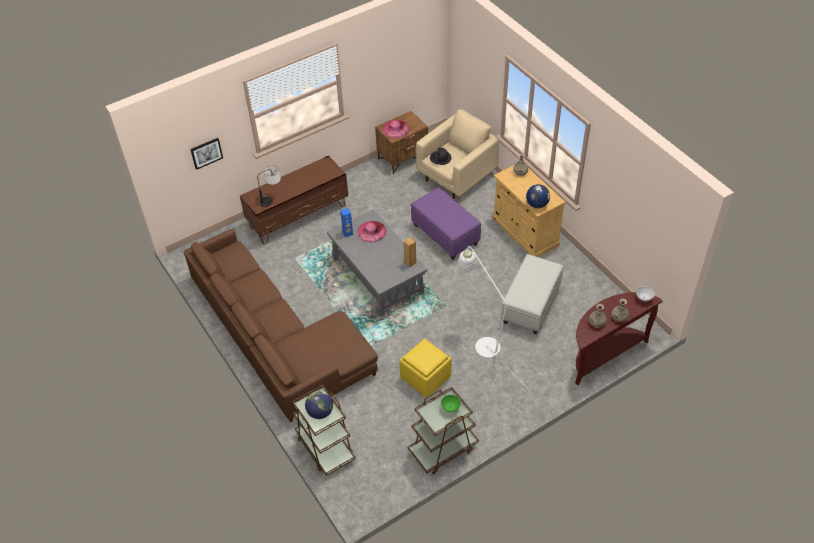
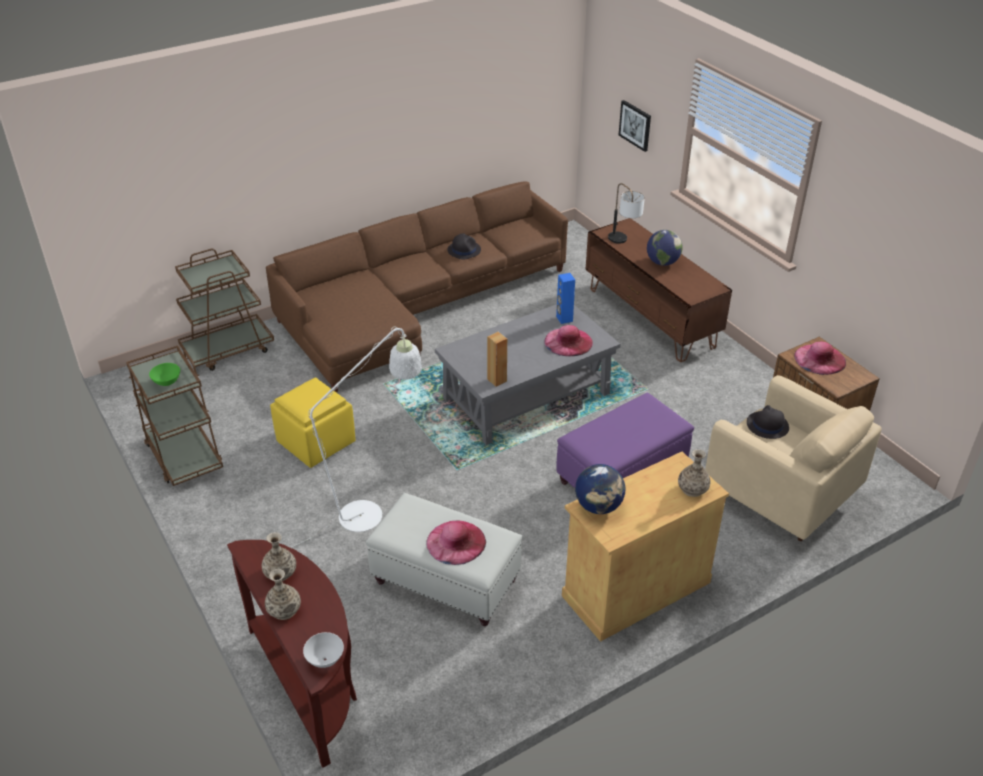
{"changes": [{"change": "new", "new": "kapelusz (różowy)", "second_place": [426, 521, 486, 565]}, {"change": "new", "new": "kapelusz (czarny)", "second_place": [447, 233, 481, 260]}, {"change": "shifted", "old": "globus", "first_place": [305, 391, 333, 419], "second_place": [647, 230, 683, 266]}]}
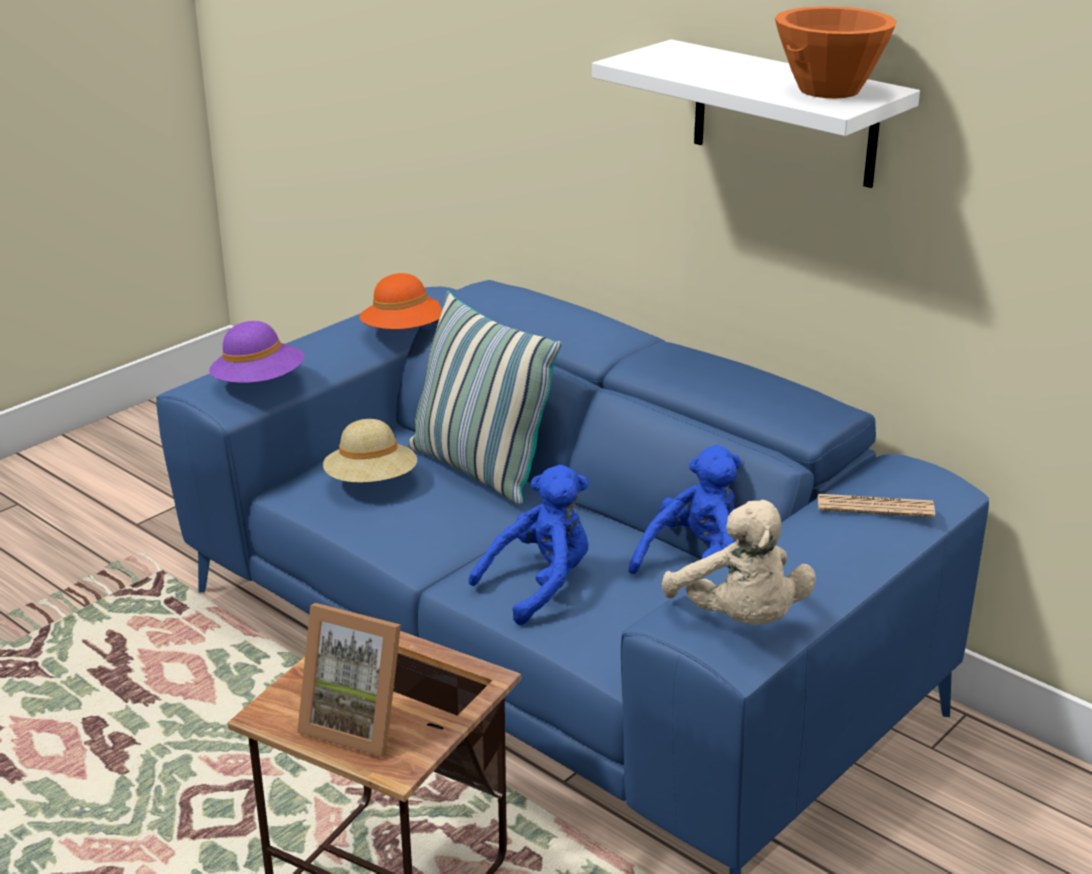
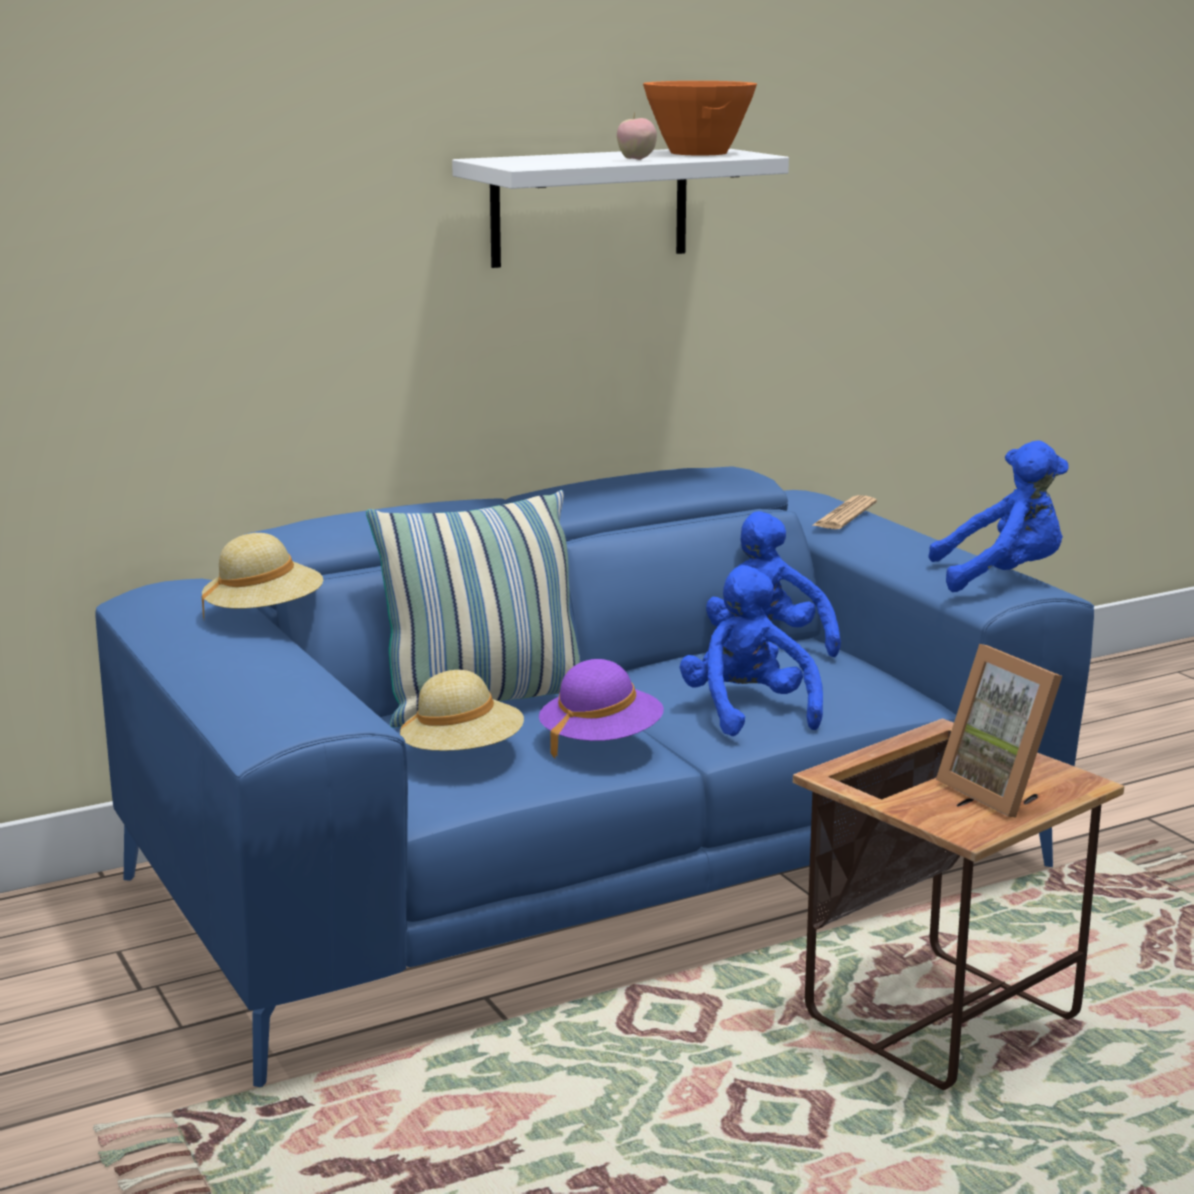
{"changes": [{"change": "new", "new": "jabłko", "second_place": [617, 113, 657, 160]}, {"change": "shifted", "old": "kapelusz (fioletowy)", "first_place": [209, 321, 305, 383], "second_place": [539, 659, 664, 758]}, {"change": "repainted", "old": "kapelusz (pomarańczowy)", "new": "kapelusz (beżowy)", "first_place": [359, 273, 442, 329], "second_place": [202, 533, 323, 620]}, {"change": "repainted", "old": "pluszak (beżowy)", "new": "pluszak (niebieski)", "first_place": [662, 500, 816, 625], "second_place": [928, 441, 1069, 592]}, {"change": "rotated", "old": "ramka na zdjęcie", "first_place": [297, 603, 401, 757], "second_place": [936, 644, 1062, 818], "degrees": 105}]}
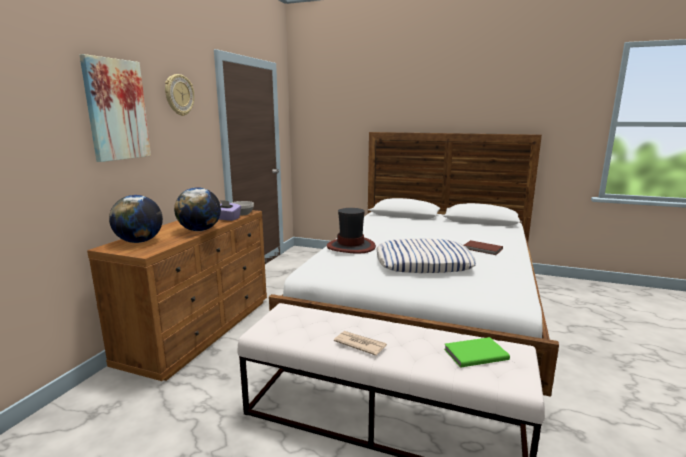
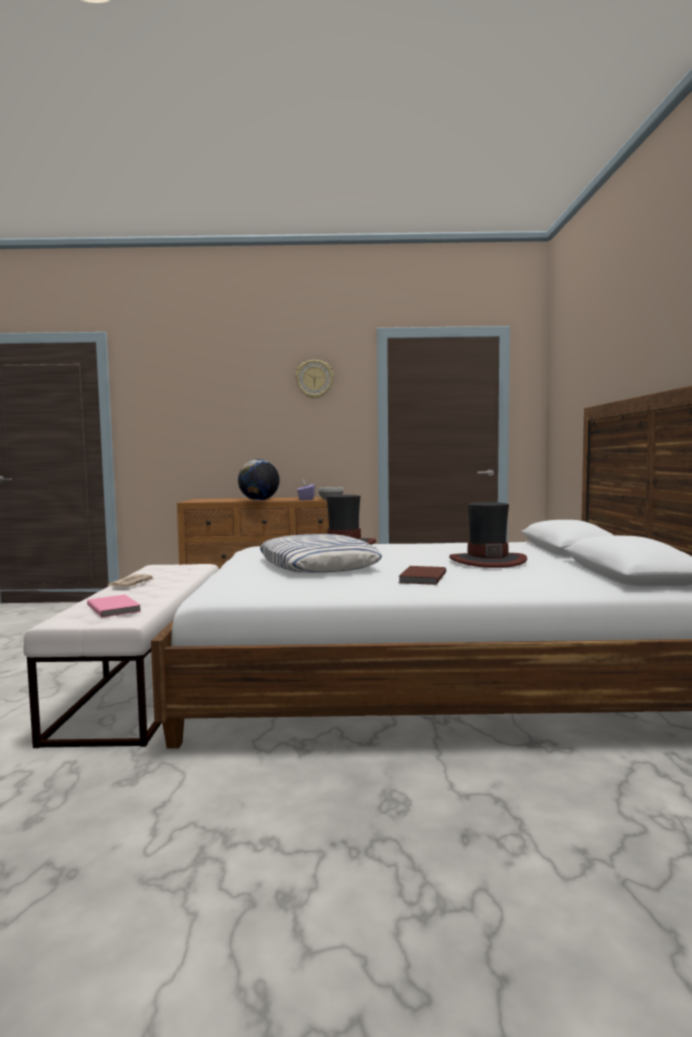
{"changes": [{"change": "gone", "old": "obraz", "first_place": [79, 54, 151, 162]}, {"change": "gone", "old": "globus", "first_place": [109, 195, 163, 243]}, {"change": "new", "new": "kapelusz", "second_place": [449, 502, 527, 568]}, {"change": "repainted", "old": "książka (zielony)", "new": "książka (różowy)", "first_place": [444, 337, 510, 368], "second_place": [87, 595, 141, 618]}]}
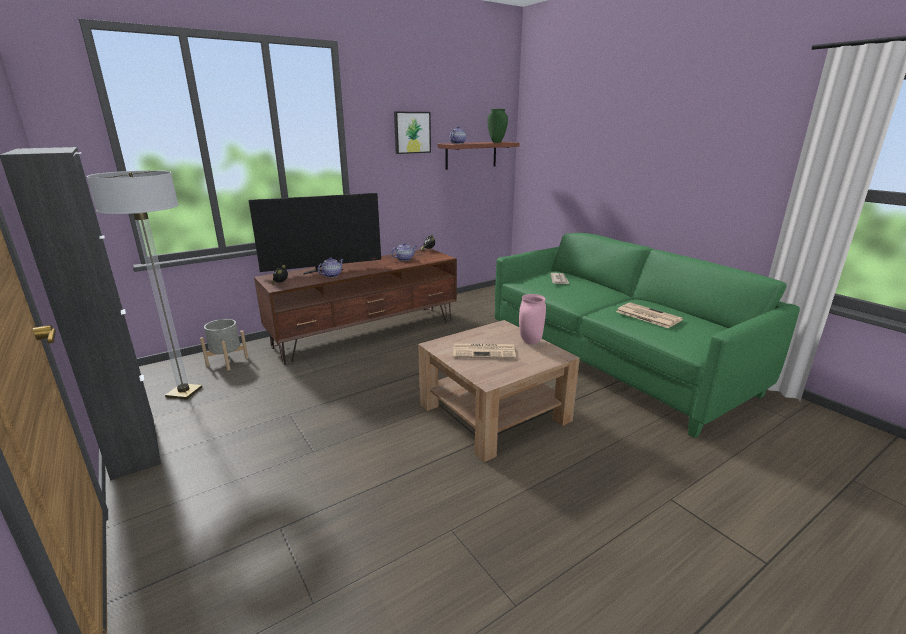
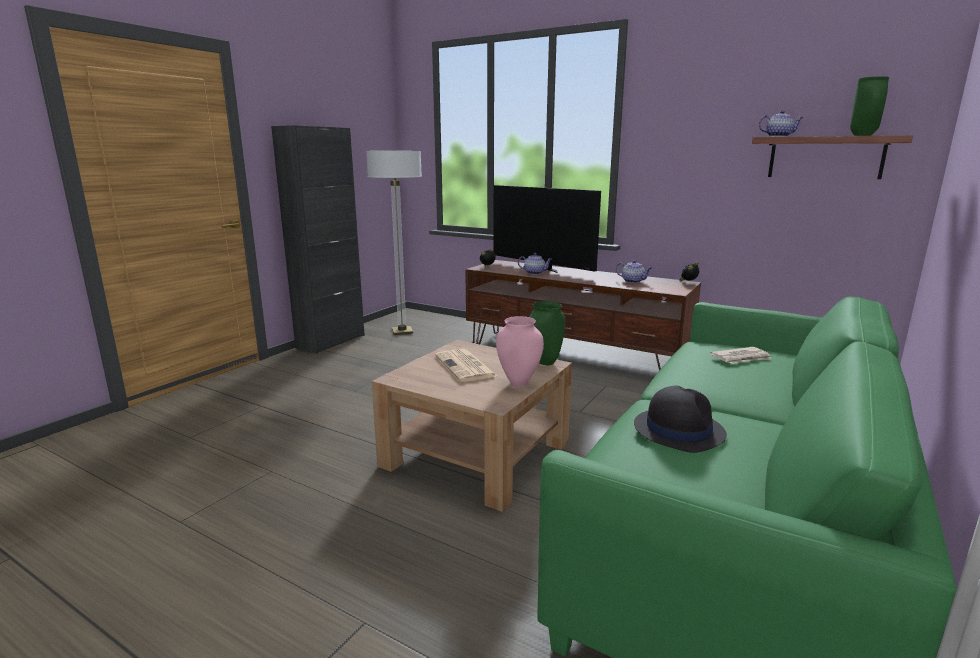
{"changes": [{"change": "gone", "old": "donica (szary)", "first_place": [200, 319, 248, 370]}, {"change": "gone", "old": "obraz", "first_place": [394, 112, 431, 154]}, {"change": "new", "new": "wazon (zielony)", "second_place": [529, 301, 565, 365]}, {"change": "swapped", "old": "gazeta", "new": "kapelusz (czarny)", "first_place": [616, 303, 683, 328], "second_place": [634, 386, 727, 453]}]}
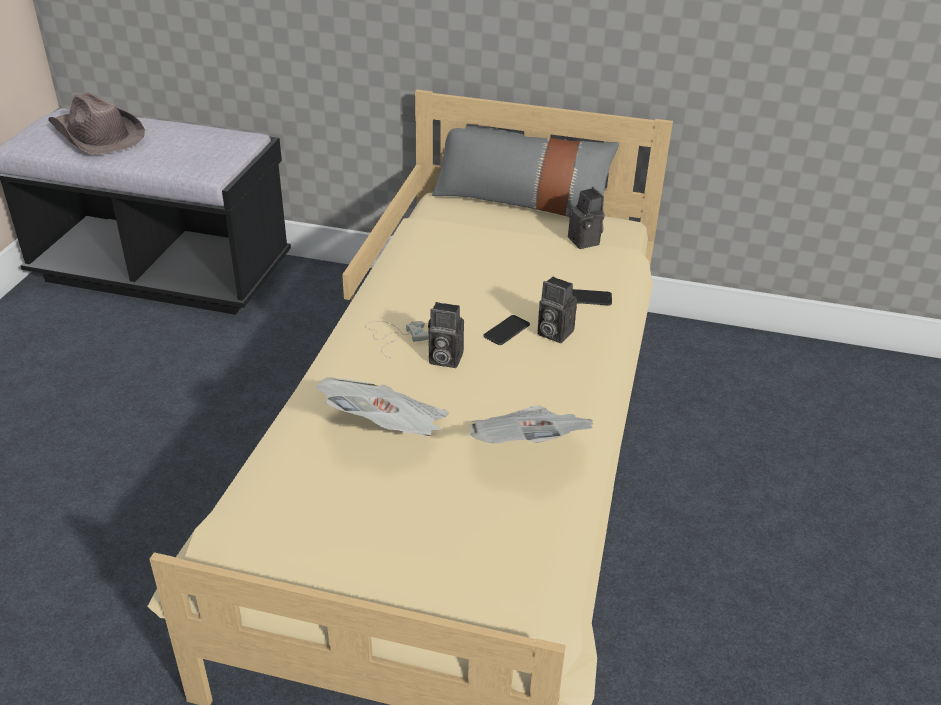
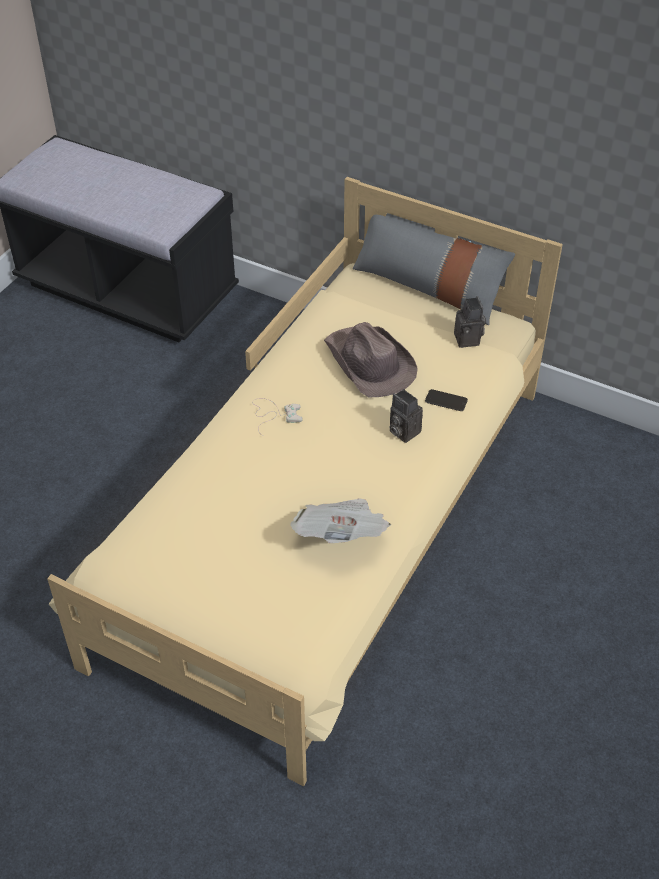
{"changes": [{"change": "gone", "old": "gazeta", "first_place": [317, 377, 449, 436]}, {"change": "gone", "old": "aparat fotograficzny", "first_place": [428, 302, 464, 368]}, {"change": "gone", "old": "telefon", "first_place": [483, 315, 530, 345]}, {"change": "shifted", "old": "kapelusz (brązowy)", "first_place": [48, 92, 145, 155], "second_place": [324, 322, 418, 397]}]}
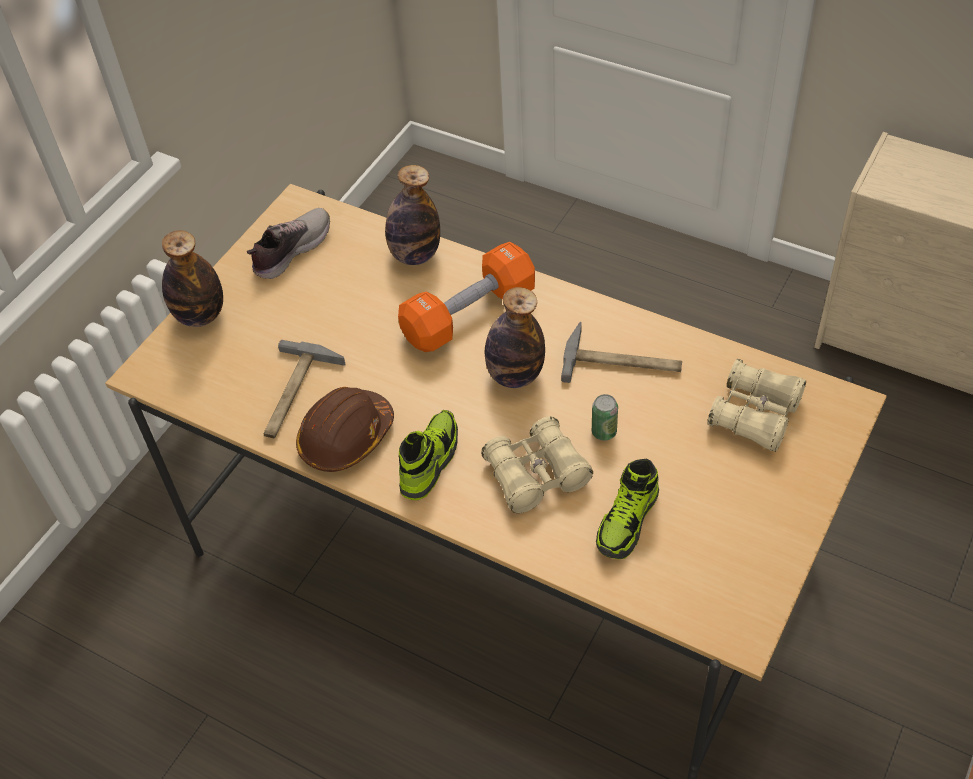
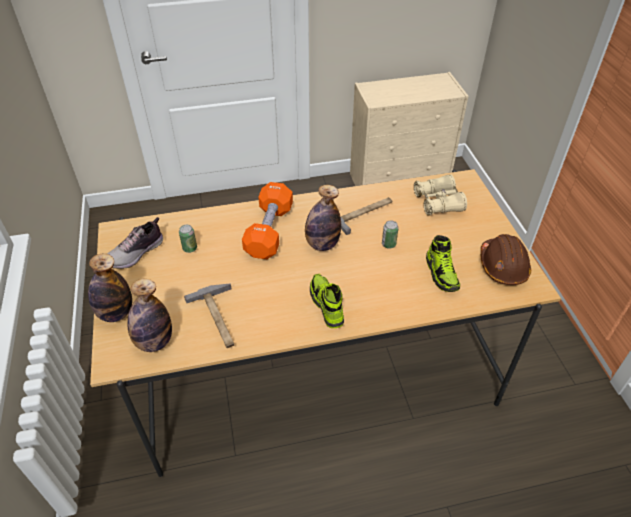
{"changes": [{"change": "gone", "old": "lornetka (beżowy)", "first_place": [481, 416, 593, 513]}, {"change": "new", "new": "puszka", "second_place": [179, 225, 197, 253]}, {"change": "shifted", "old": "kask (brązowy)", "first_place": [296, 387, 394, 472], "second_place": [481, 234, 531, 285]}, {"change": "shifted", "old": "butelka", "first_place": [385, 165, 440, 265], "second_place": [127, 279, 172, 352]}, {"change": "rotated", "old": "but", "first_place": [246, 208, 330, 279], "second_place": [107, 217, 163, 269], "degrees": -135}]}
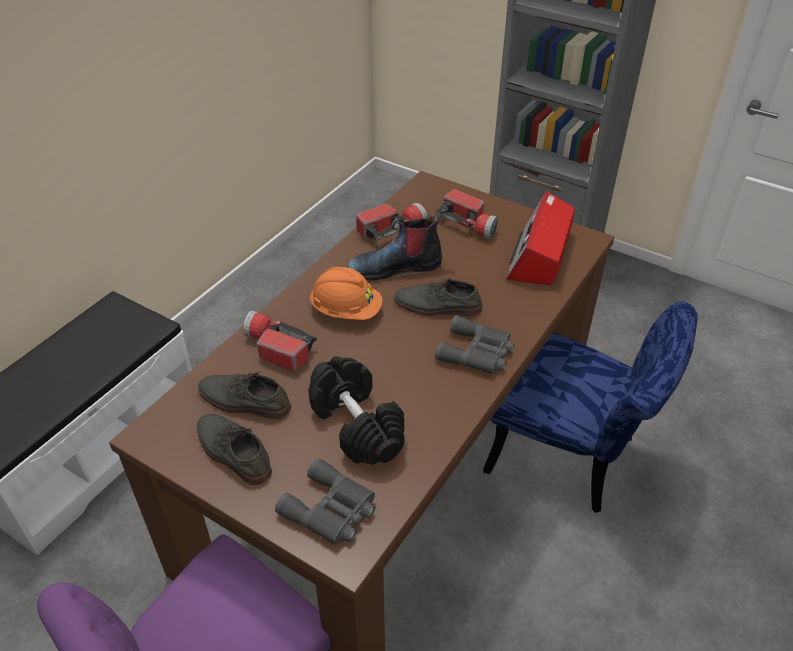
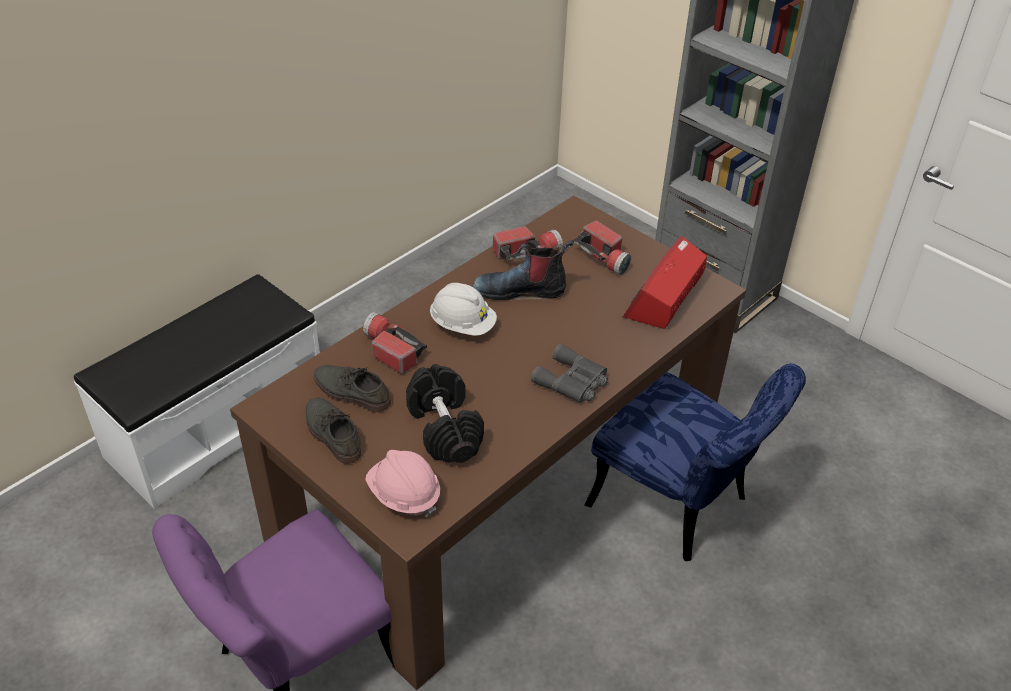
{"changes": [{"change": "gone", "old": "but (szary)", "first_place": [394, 277, 483, 316]}, {"change": "swapped", "old": "lornetka (szary)", "new": "kask (różowy)", "first_place": [275, 458, 376, 545], "second_place": [366, 450, 440, 517]}, {"change": "repainted", "old": "kask (pomarańczowy)", "new": "kask (biały)", "first_place": [310, 267, 383, 320], "second_place": [430, 283, 497, 336]}]}
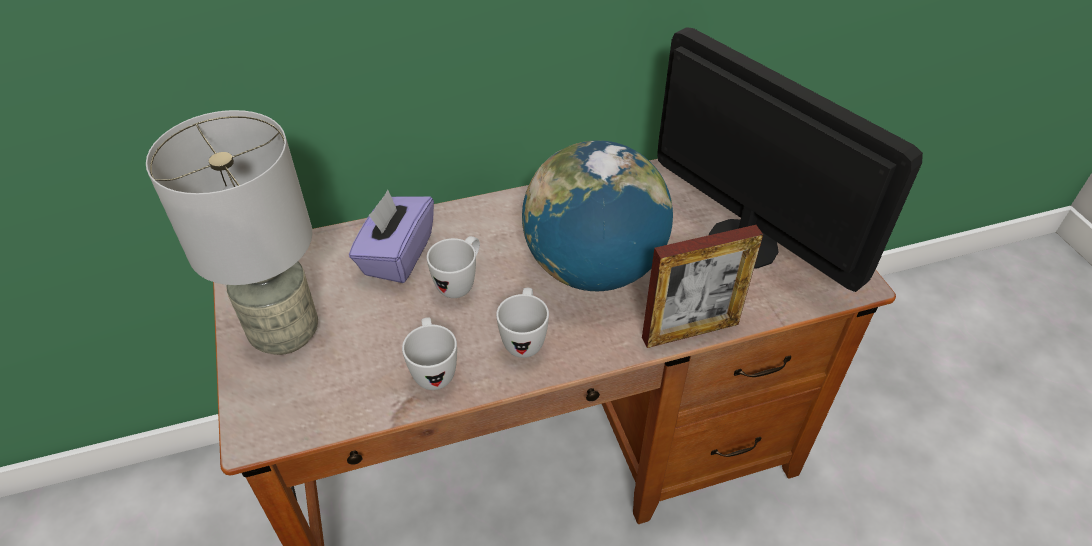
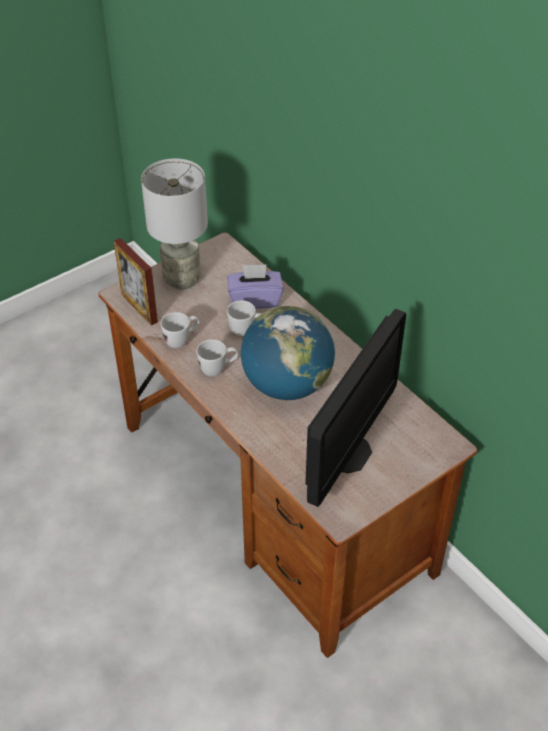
{"changes": [{"change": "shifted", "old": "ramka na zdjęcie", "first_place": [642, 225, 763, 348], "second_place": [114, 238, 158, 325]}]}
